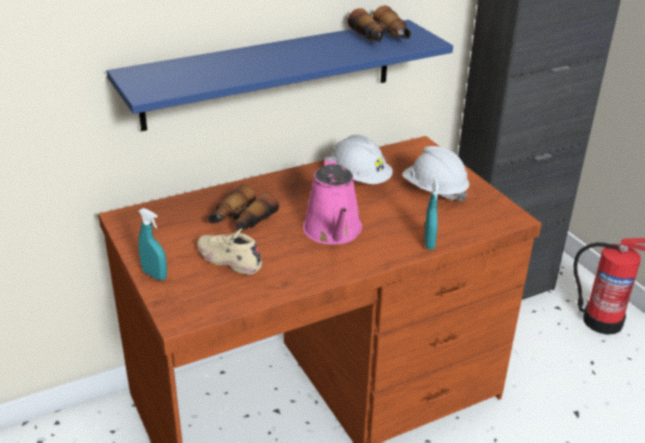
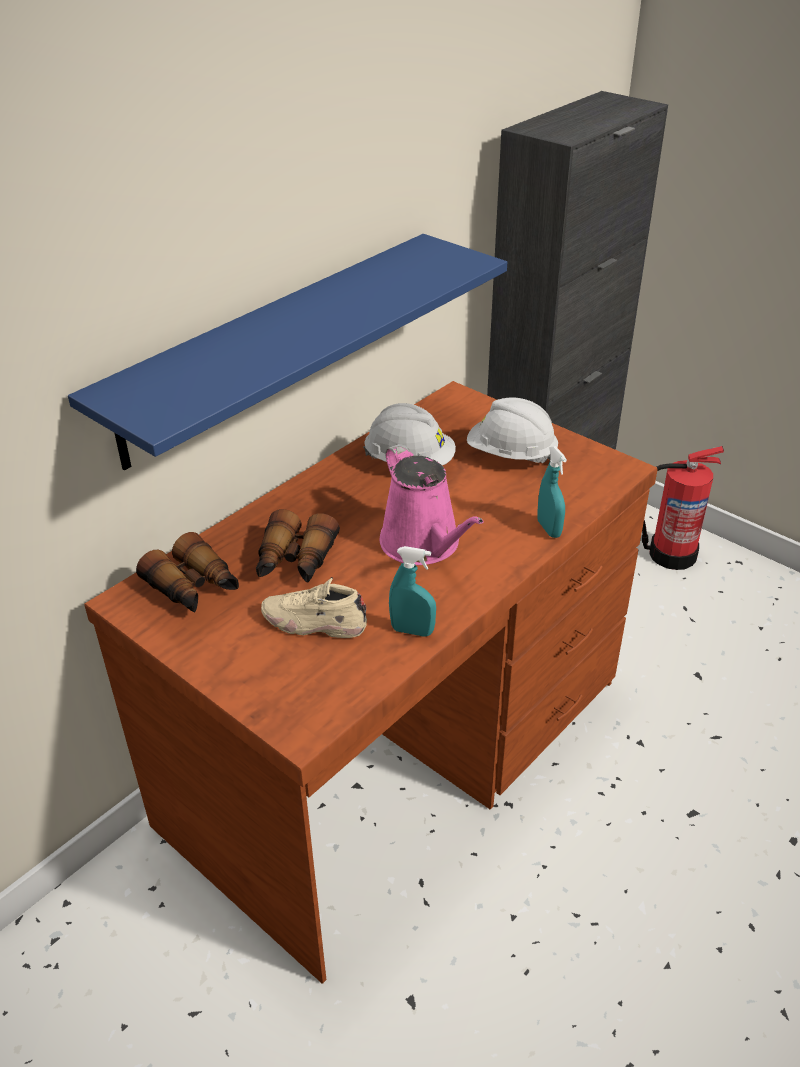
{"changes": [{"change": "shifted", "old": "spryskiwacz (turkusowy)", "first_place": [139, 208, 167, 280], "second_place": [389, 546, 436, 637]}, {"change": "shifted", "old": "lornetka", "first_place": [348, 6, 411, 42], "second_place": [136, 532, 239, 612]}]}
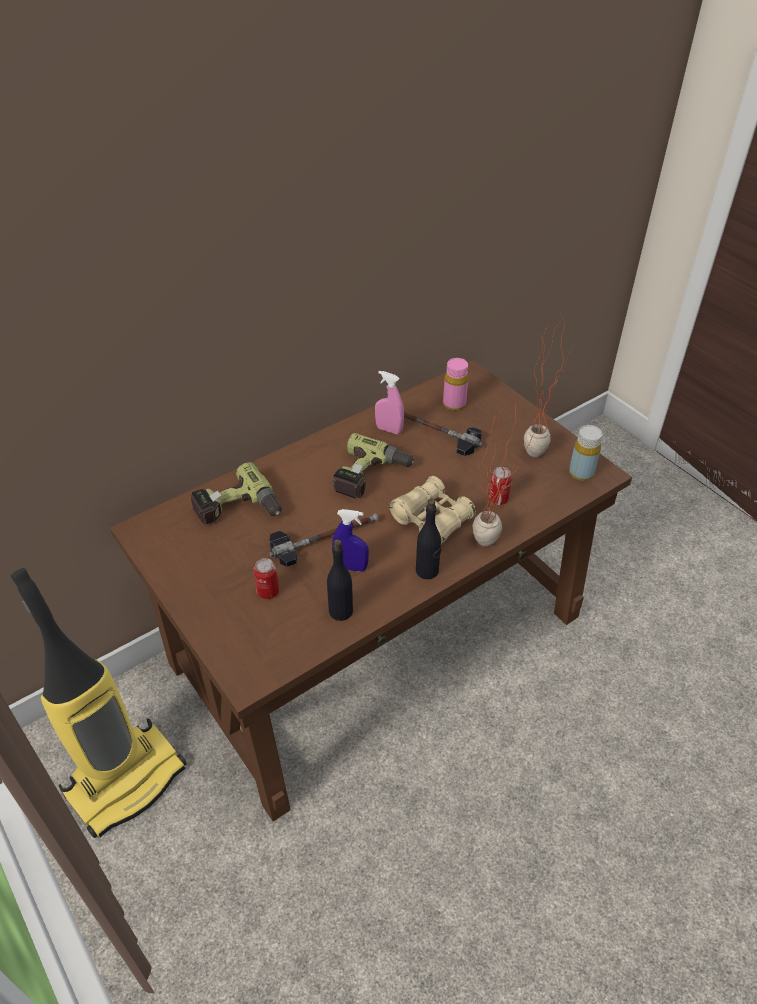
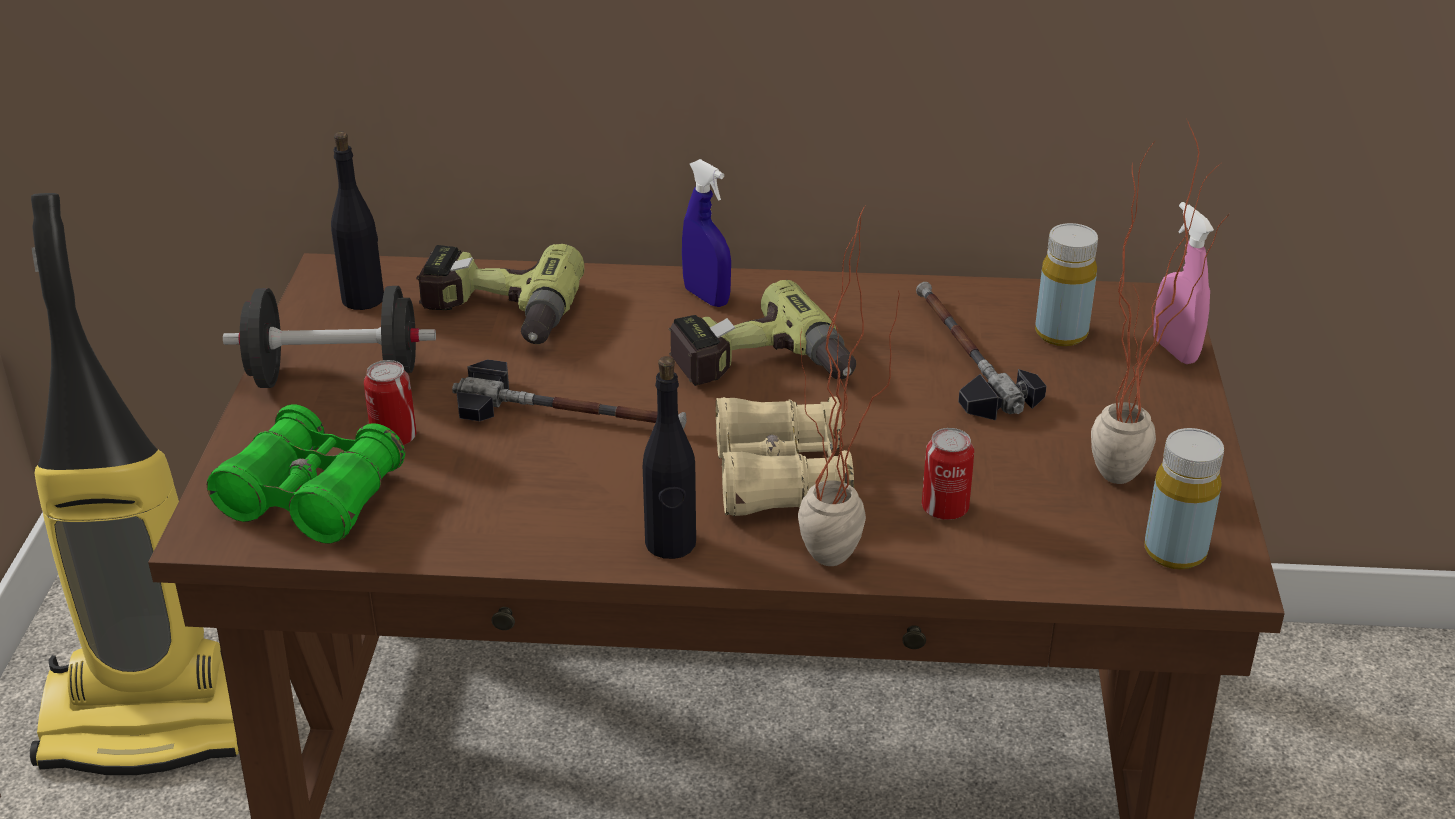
{"changes": [{"change": "new", "new": "lornetka (zielony)", "second_place": [207, 404, 405, 544]}, {"change": "new", "new": "hantel (czarny)", "second_place": [223, 286, 436, 388]}, {"change": "shifted", "old": "butelka (czarny)", "first_place": [327, 539, 353, 621], "second_place": [331, 132, 384, 310]}, {"change": "shifted", "old": "spryskiwacz (niebieski)", "first_place": [332, 509, 369, 572], "second_place": [682, 159, 731, 307]}, {"change": "shifted", "old": "spryskiwacz (różowy)", "first_place": [375, 371, 404, 434], "second_place": [1153, 202, 1214, 364]}, {"change": "repainted", "old": "butelka (różowy)", "new": "butelka (żółty)", "first_place": [443, 358, 468, 411], "second_place": [1035, 223, 1098, 346]}]}
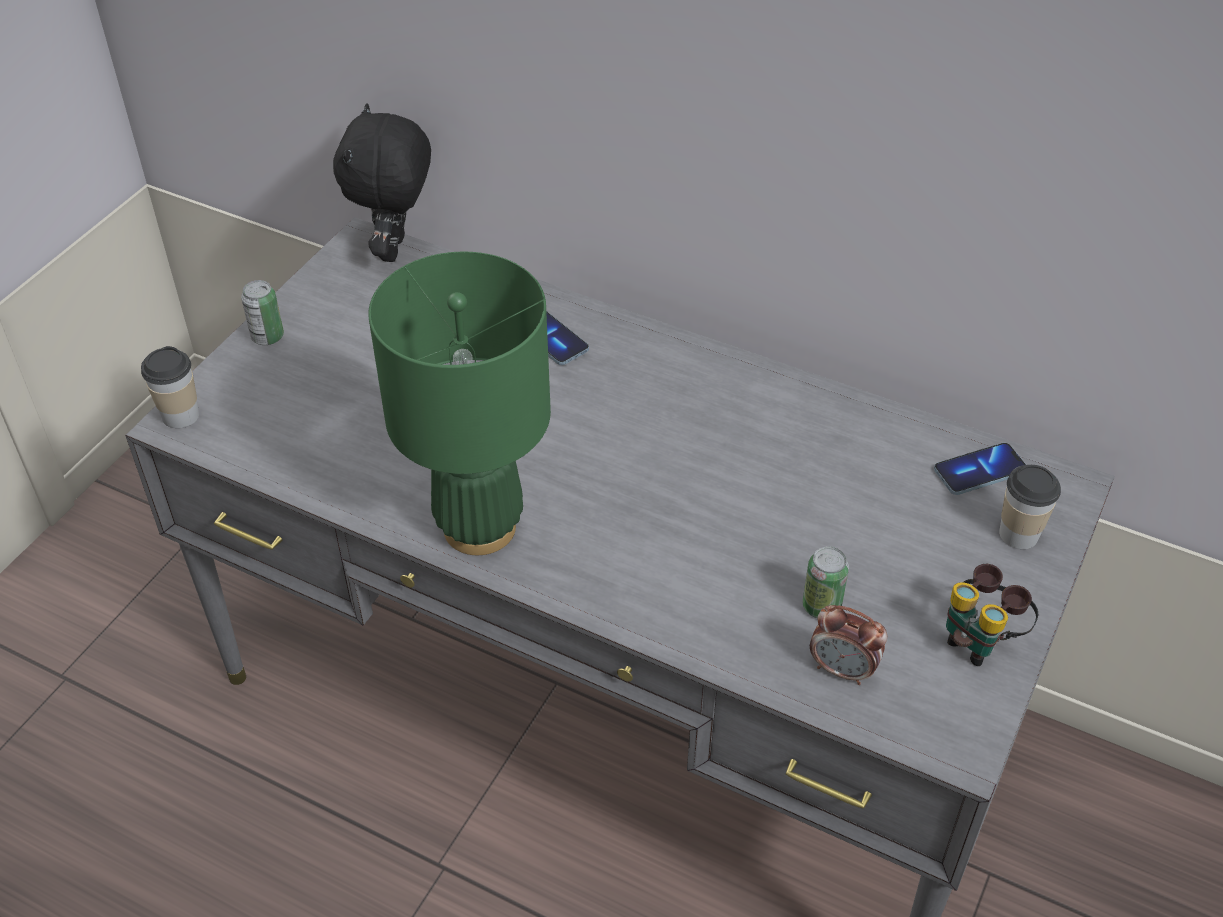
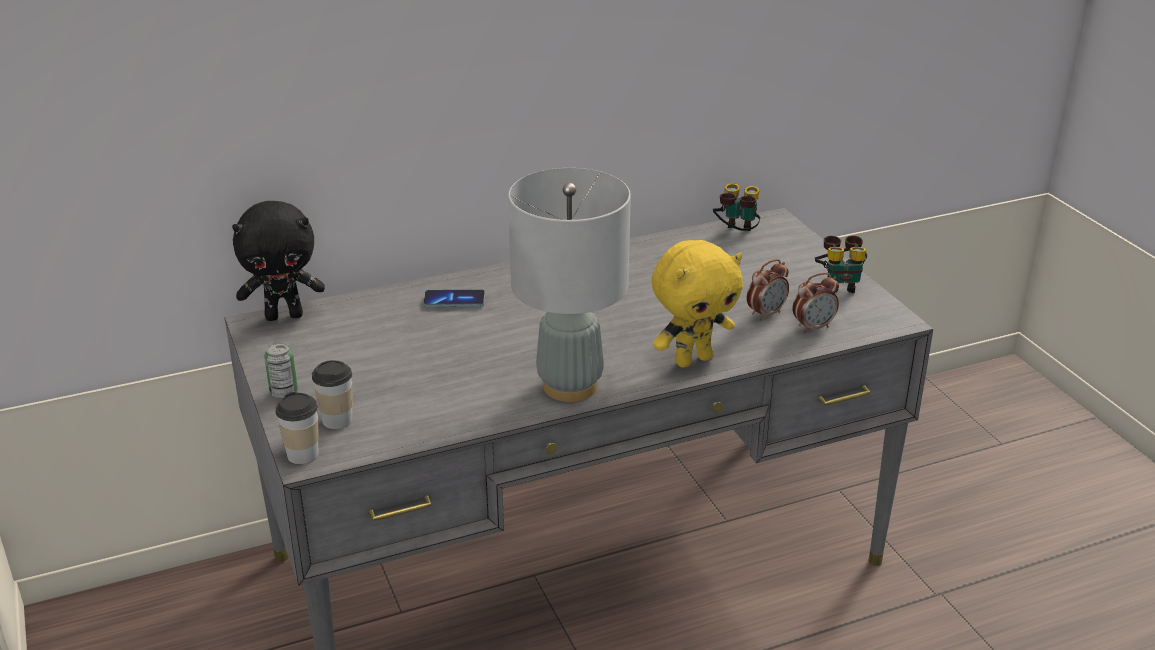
{"changes": [{"change": "new", "new": "pluszak (żółty)", "second_place": [652, 240, 743, 368]}, {"change": "shifted", "old": "filiżanka", "first_place": [999, 465, 1061, 549], "second_place": [312, 360, 353, 429]}, {"change": "swapped", "old": "puszka", "new": "budzik", "first_place": [802, 546, 849, 618], "second_place": [747, 259, 789, 321]}, {"change": "swapped", "old": "telefon", "new": "lornetka", "first_place": [934, 443, 1026, 495], "second_place": [713, 183, 760, 231]}, {"change": "repainted", "old": "lampa stołowa (zielony)", "new": "lampa stołowa (szary)", "first_place": [368, 251, 551, 555], "second_place": [508, 168, 631, 402]}, {"change": "rotated", "old": "pluszak (czarny)", "first_place": [333, 104, 431, 262], "second_place": [232, 201, 325, 321], "degrees": -60}]}
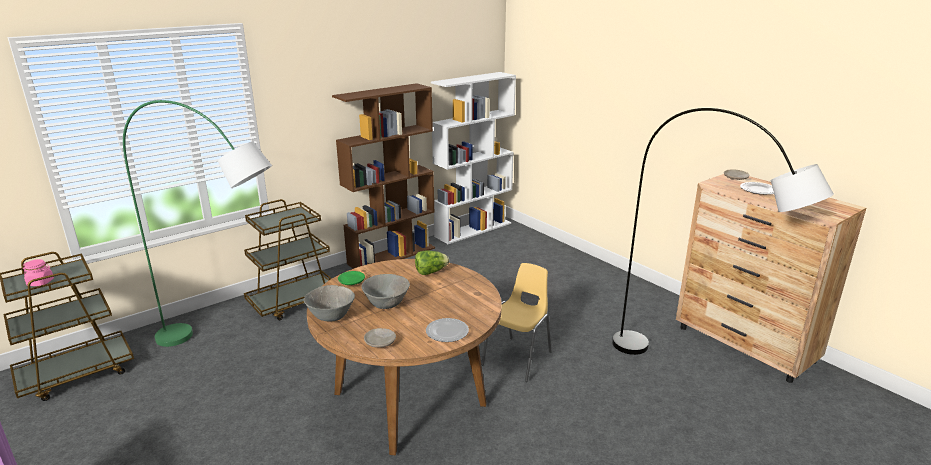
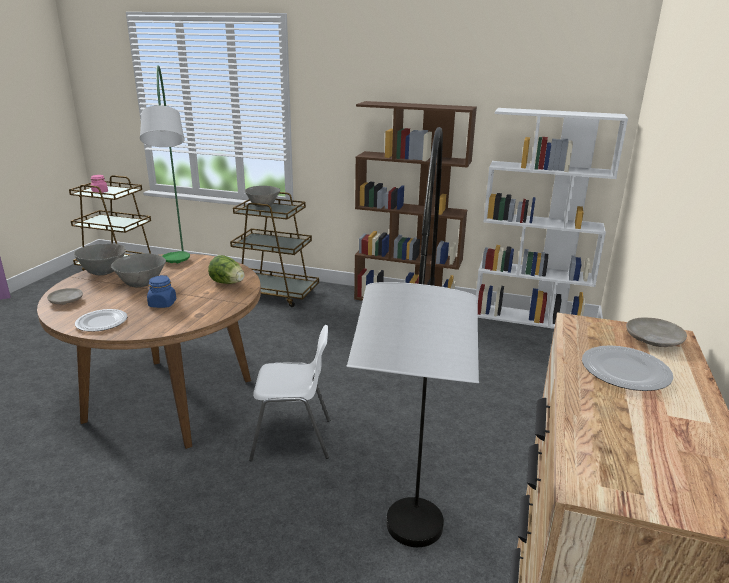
{"changes": [{"change": "new", "new": "słoik (niebieski)", "second_place": [147, 275, 176, 308]}, {"change": "new", "new": "miska (szary)", "second_place": [245, 186, 280, 207]}, {"change": "repainted", "old": "krzesło (żółty)", "new": "krzesło (biały)", "first_place": [481, 263, 552, 382], "second_place": [249, 325, 330, 461]}]}
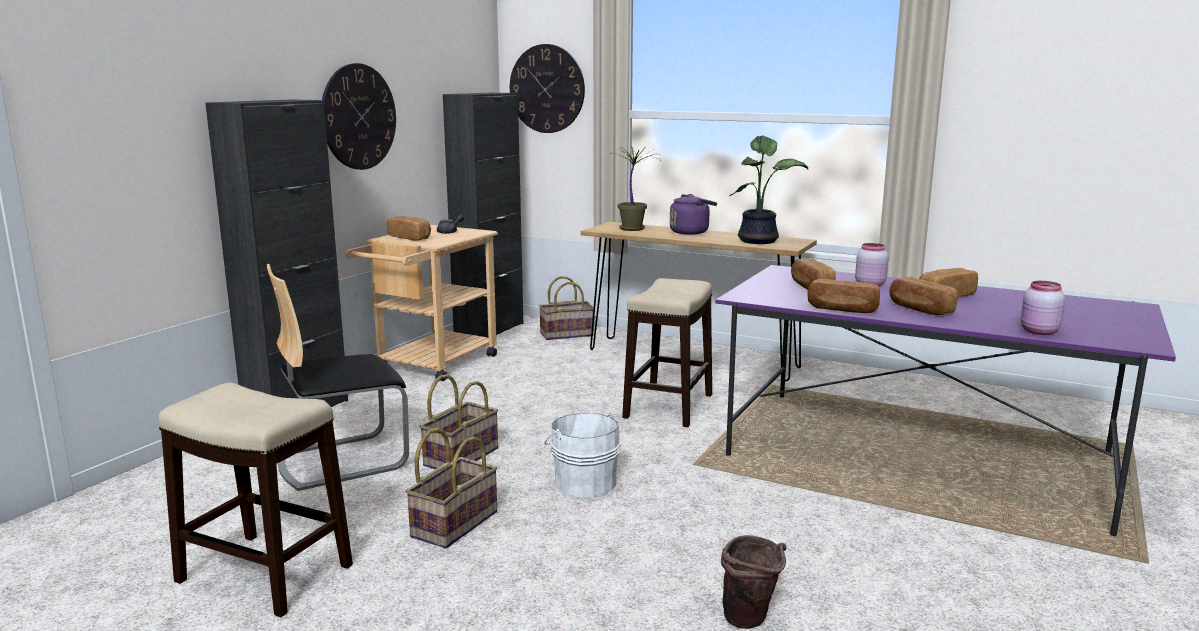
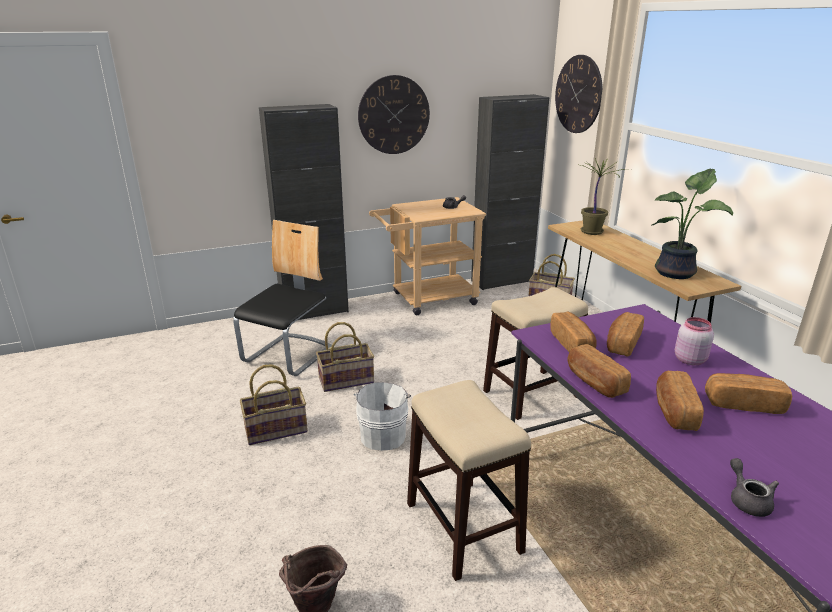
{"changes": [{"change": "gone", "old": "czajnik (fioletowy)", "first_place": [670, 194, 717, 235]}, {"change": "shifted", "old": "stołek", "first_place": [158, 383, 353, 617], "second_place": [407, 380, 531, 581]}, {"change": "shifted", "old": "chleb", "first_place": [386, 216, 431, 241], "second_place": [550, 312, 597, 352]}, {"change": "swapped", "old": "słoik (różowy)", "new": "imbryk (szary)", "first_place": [1021, 281, 1065, 335], "second_place": [730, 458, 779, 517]}, {"change": "rotated", "old": "krzesło", "first_place": [267, 264, 409, 491], "second_place": [233, 220, 332, 376], "degrees": 105}]}
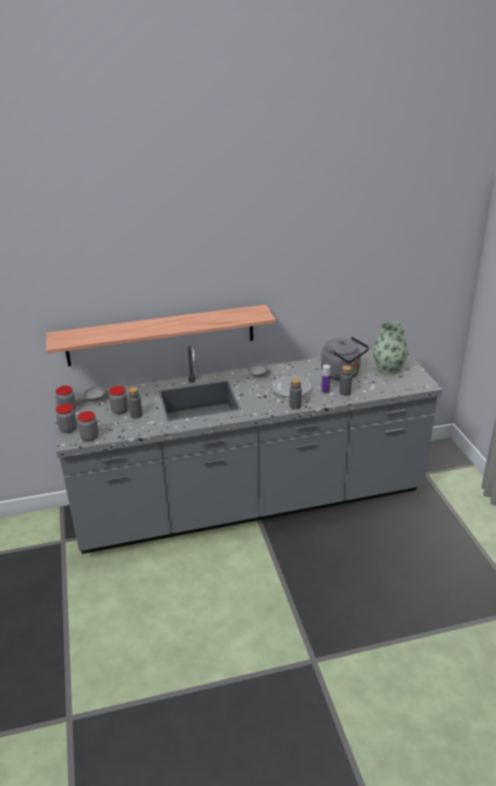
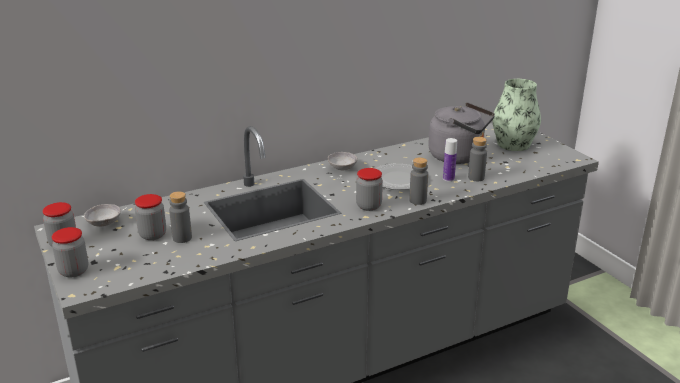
{"changes": [{"change": "gone", "old": "półka", "first_place": [46, 304, 276, 366]}, {"change": "shifted", "old": "słoik", "first_place": [77, 411, 99, 441], "second_place": [356, 168, 383, 211]}]}
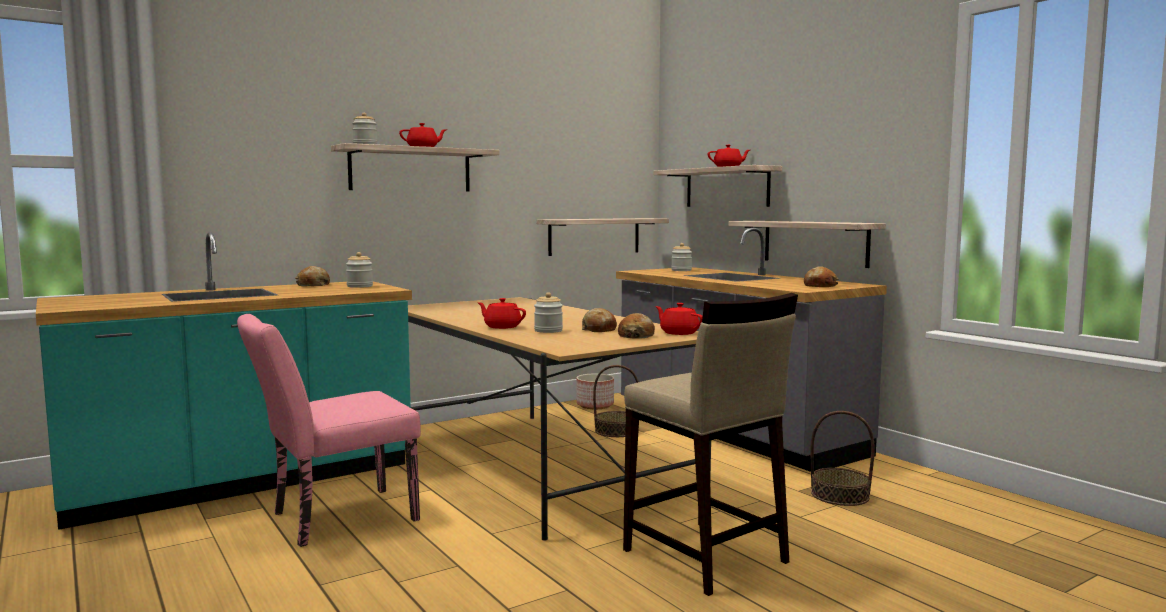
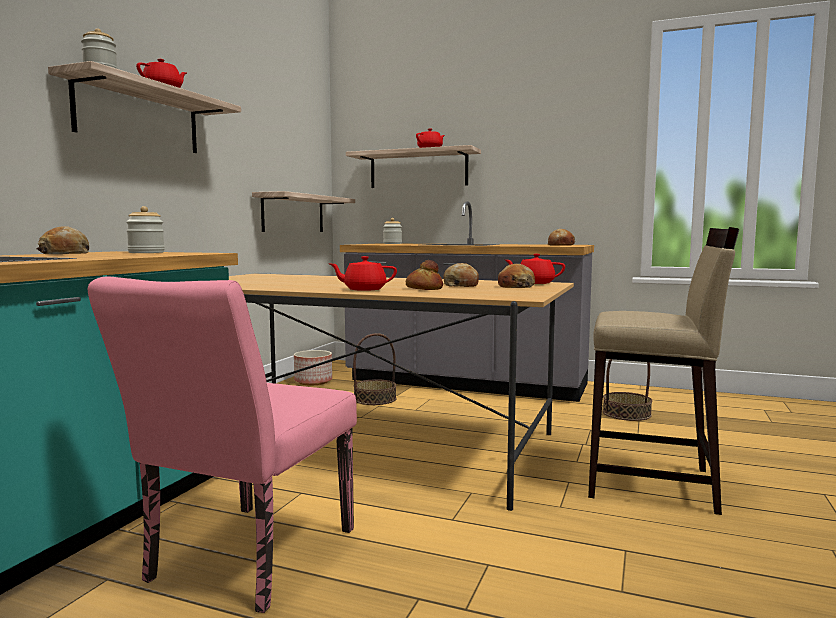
{"changes": [{"change": "gone", "old": "półka", "first_place": [729, 221, 886, 268]}, {"change": "swapped", "old": "słoik", "new": "chleb", "first_place": [534, 292, 563, 333], "second_place": [406, 260, 443, 290]}]}
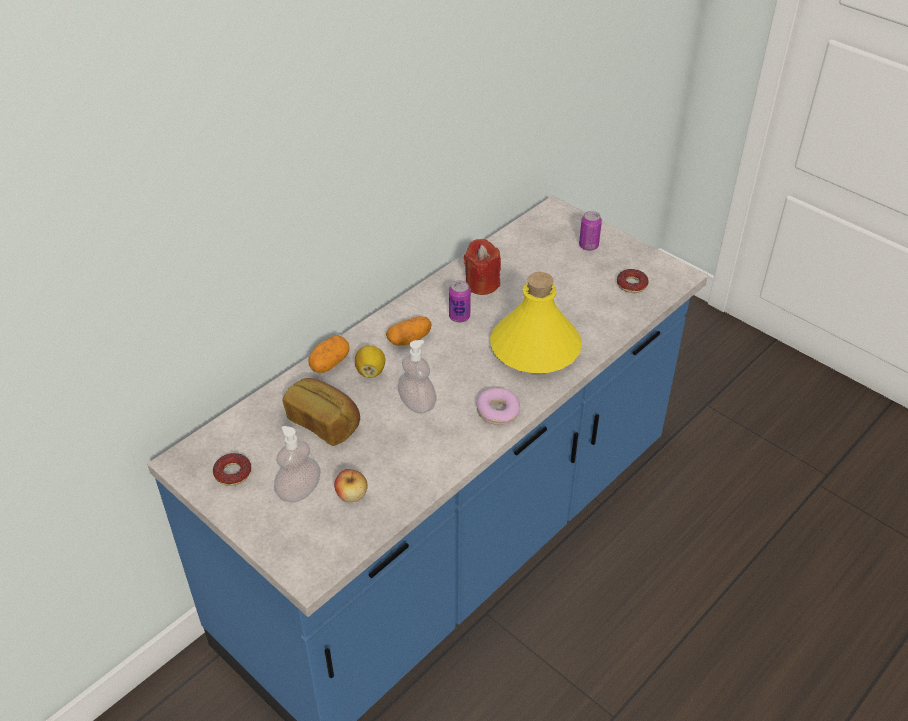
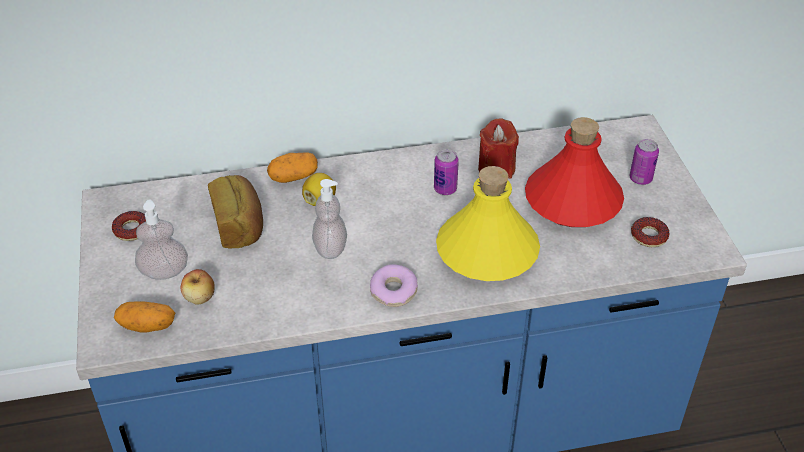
{"changes": [{"change": "new", "new": "butelka (czerwony)", "second_place": [525, 117, 624, 227]}, {"change": "shifted", "old": "ziemniak", "first_place": [386, 316, 432, 346], "second_place": [114, 301, 175, 333]}]}
